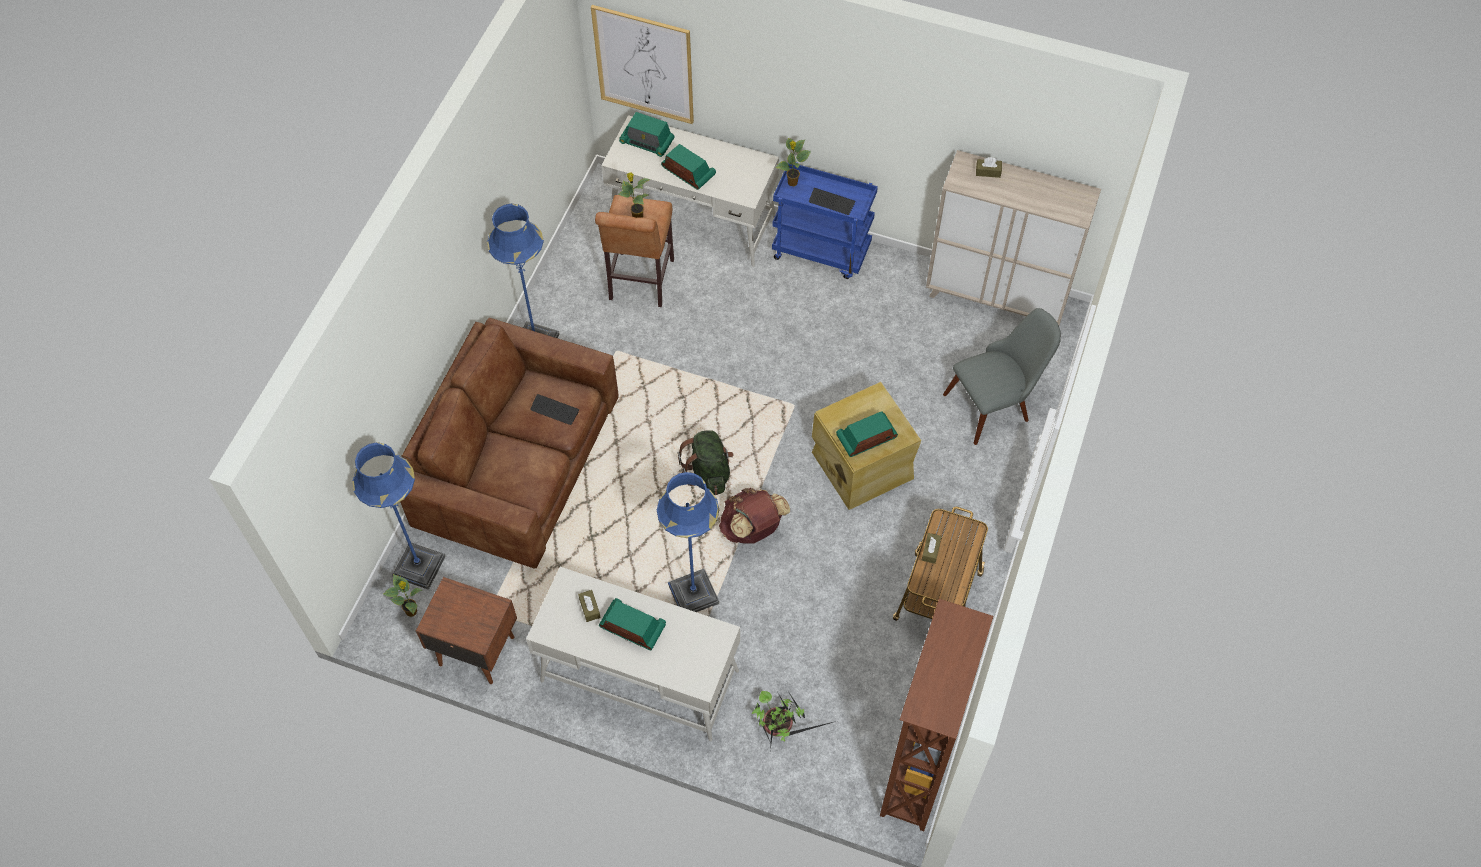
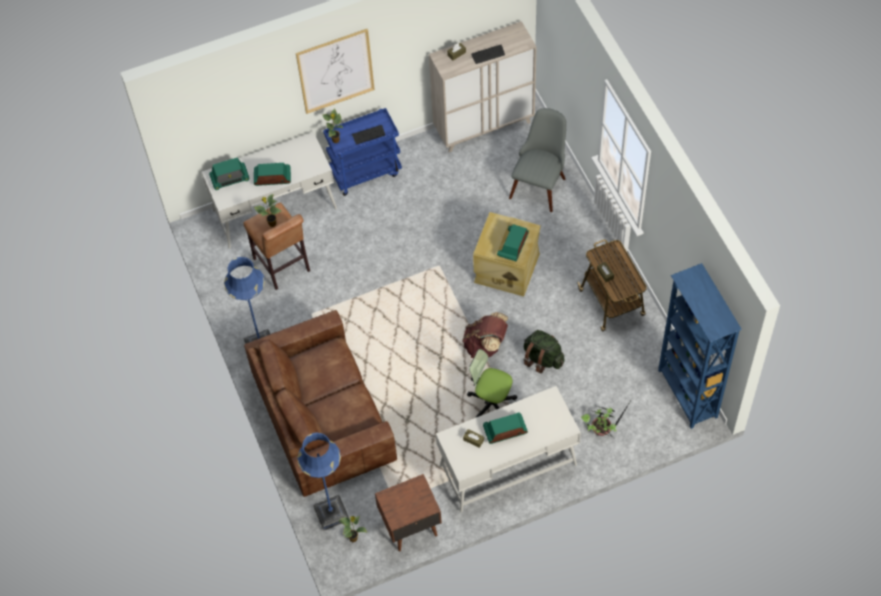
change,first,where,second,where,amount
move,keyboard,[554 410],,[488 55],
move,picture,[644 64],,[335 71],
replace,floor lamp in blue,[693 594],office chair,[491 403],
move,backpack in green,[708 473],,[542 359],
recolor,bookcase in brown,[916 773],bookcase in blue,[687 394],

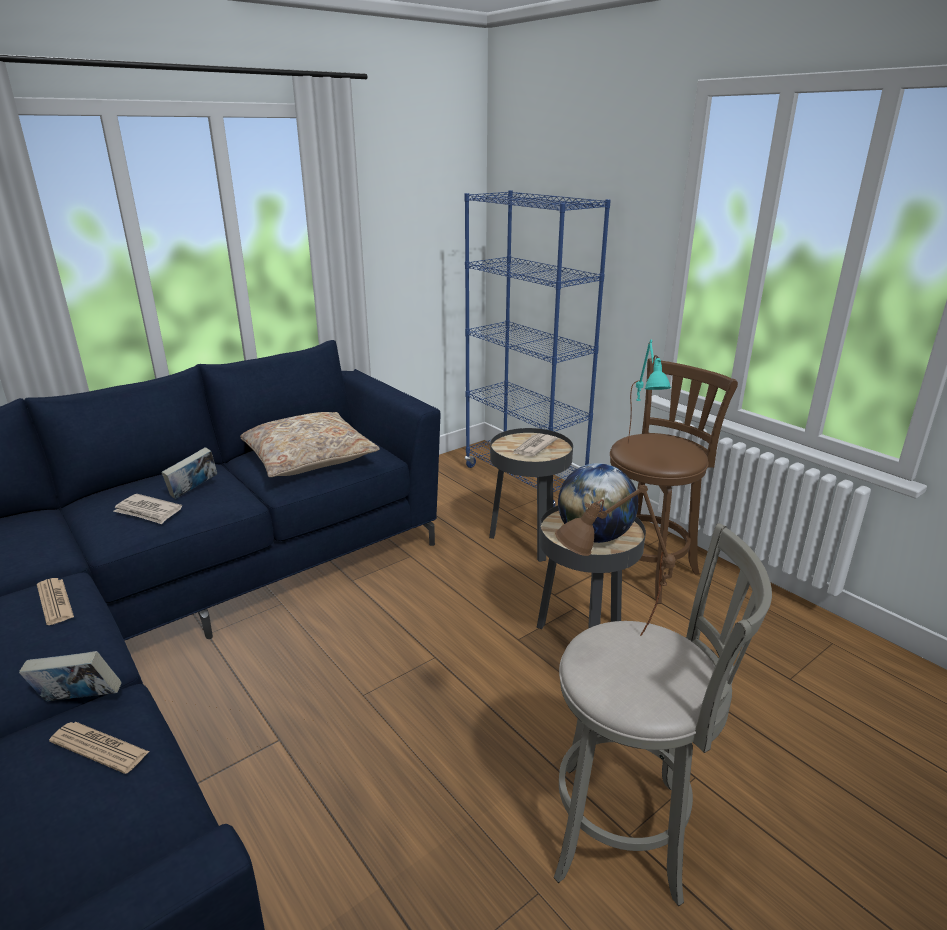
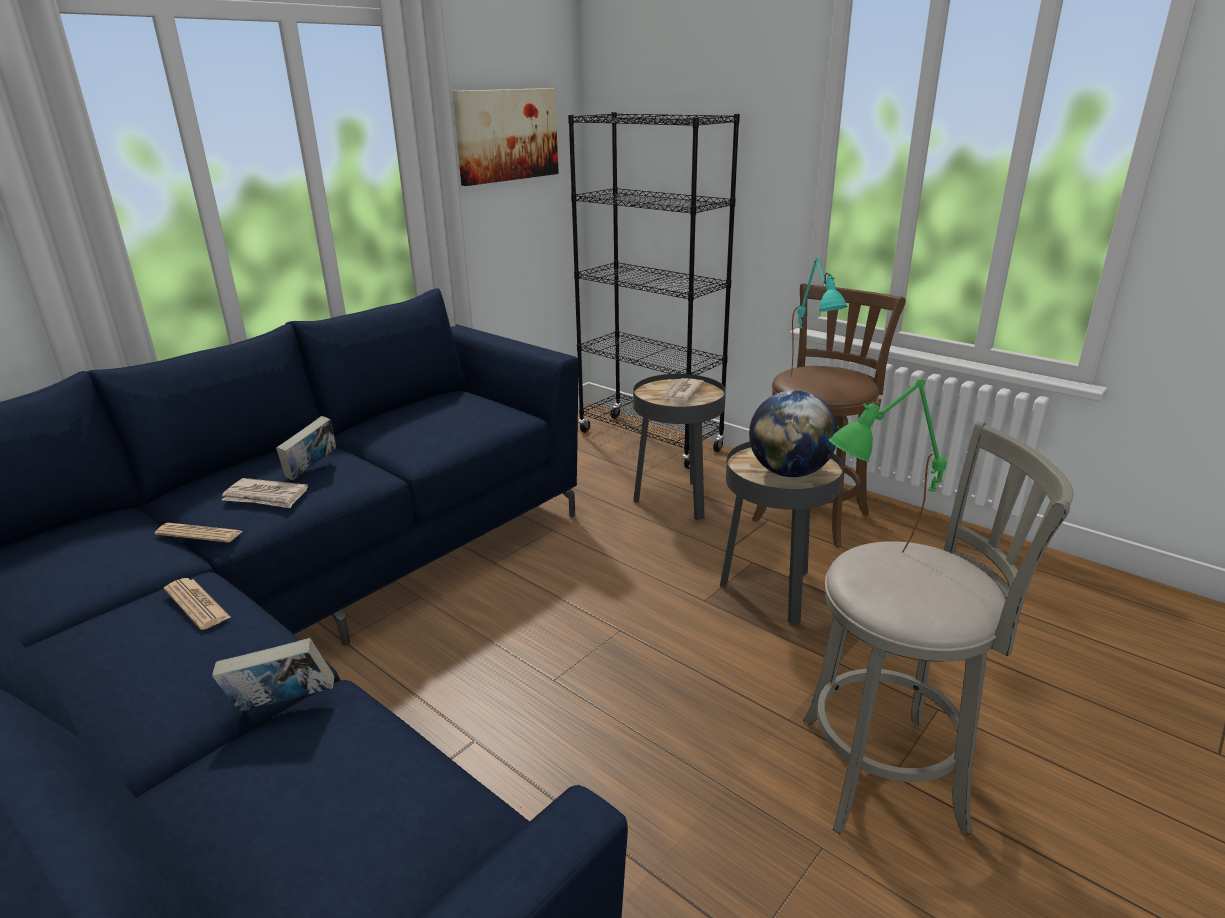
change,first,where,second,where,amount
move,newspaper,[99 747],,[199 533],
delete,pillow in beige,[308 457],,,
recolor,bookcase in blue,[524 481],bookcase in black,[650 441],
recolor,table lamp in brown,[606 647],table lamp in green,[873 567],
insert,,,picture,[506 135],

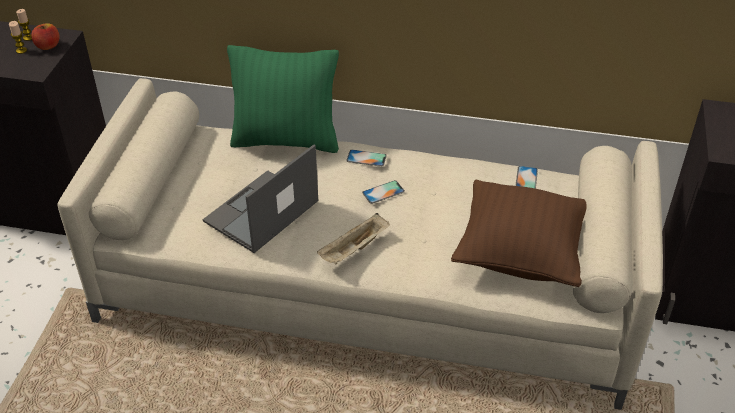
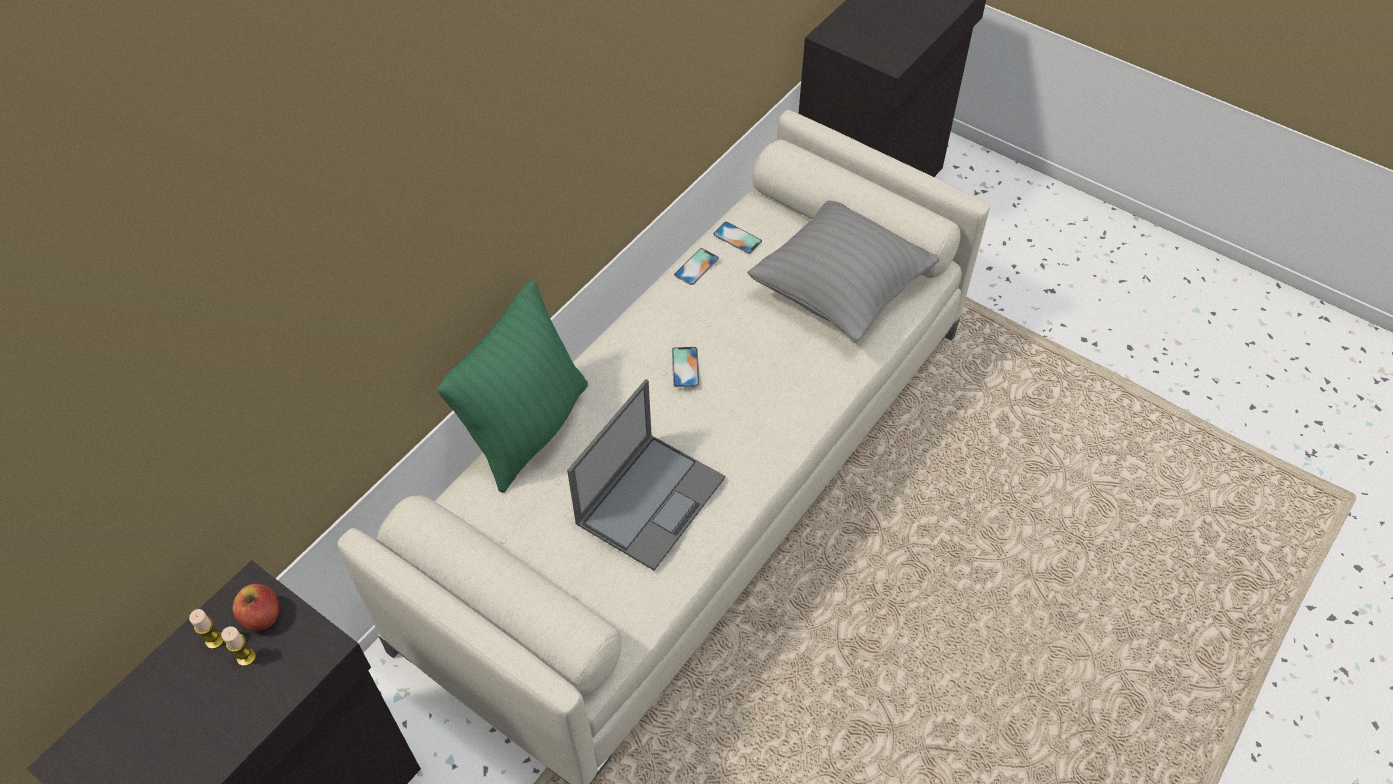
change,first,where,second,where,amount
rotate,laptop,[261 212],,[651 499],120 degrees counterclockwise
delete,tray in beige,[354 249],,,
move,phone,[366 158],,[696 267],
recolor,pillow in brown,[520 254],pillow in grey,[839 292],

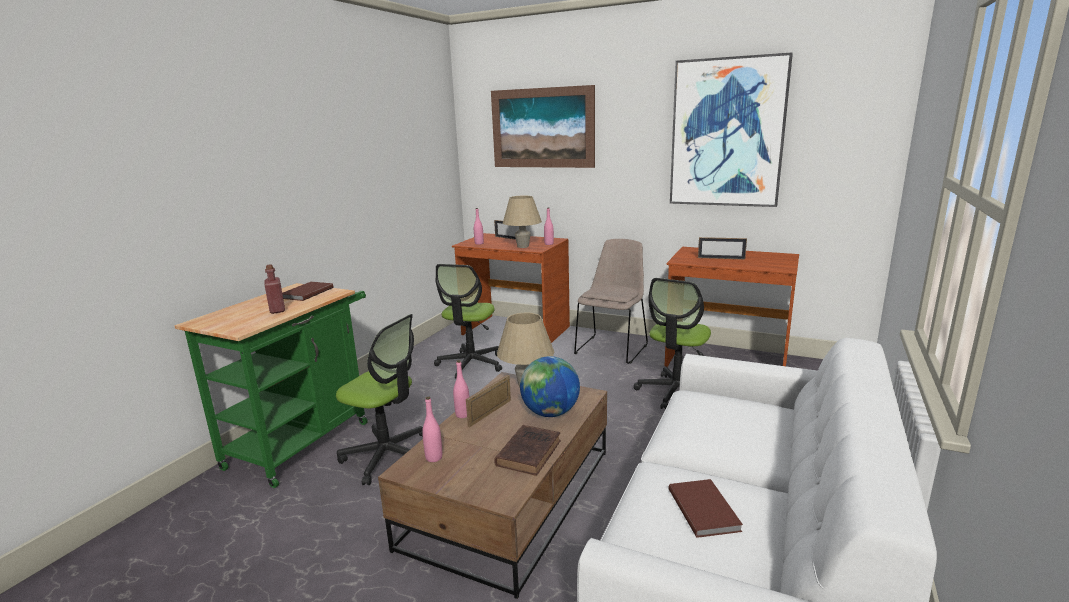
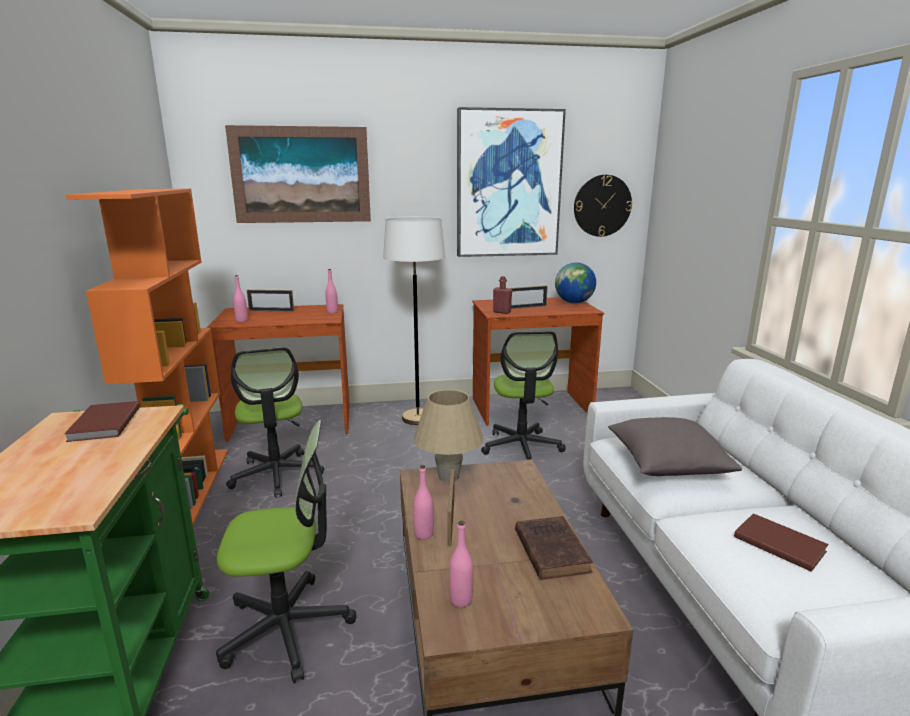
change,first,where,second,where,amount
move,bottle in red,[277 310],,[502 312],
delete,table lamp in beige,[523 246],,,
move,globe,[550 413],,[574 303],
replace,chair in beige,[612 348],floor lamp in white,[418 418],
insert,,,bookcase in orange,[187 488],
insert,,,wall clock,[602 206],
insert,,,pillow in grey,[667 465],

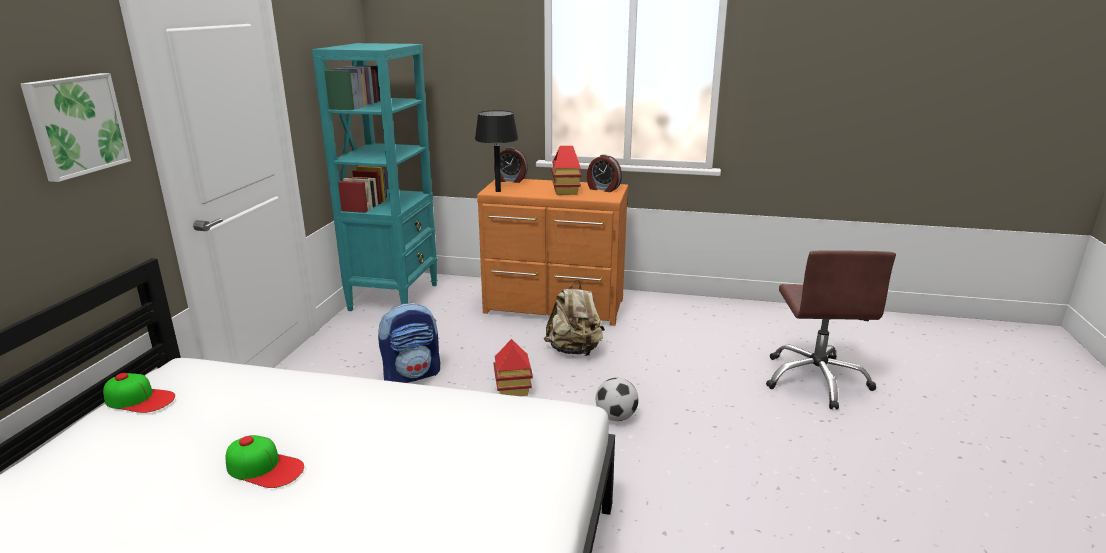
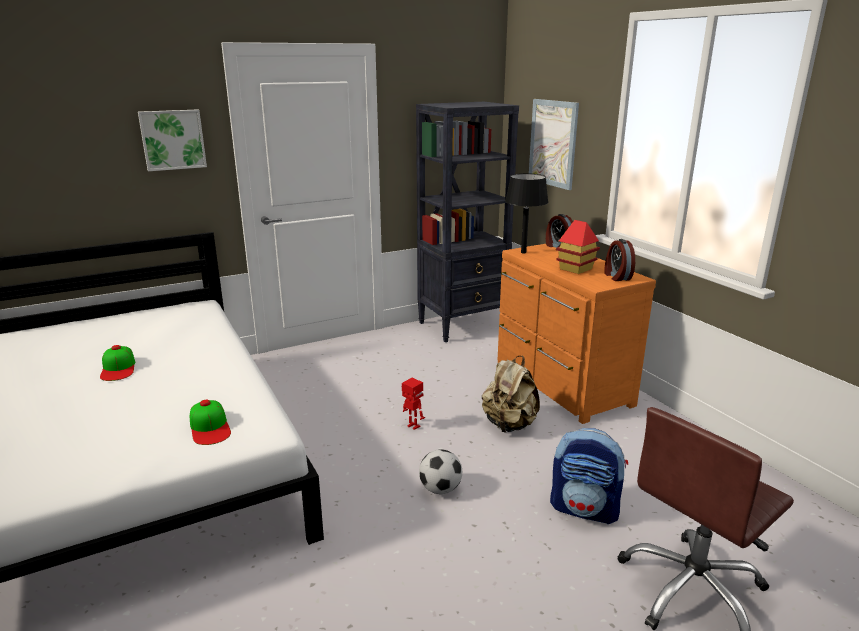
change,first,where,second,where,amount
move,cap,[139 399],,[210 427],
recolor,bookcase in turquoise,[394 297],bookcase in black,[463 325],
move,backpack,[412 375],,[585 509],
replace,toy house,[513 390],toy robot,[413 426],
insert,,,picture,[553 143],

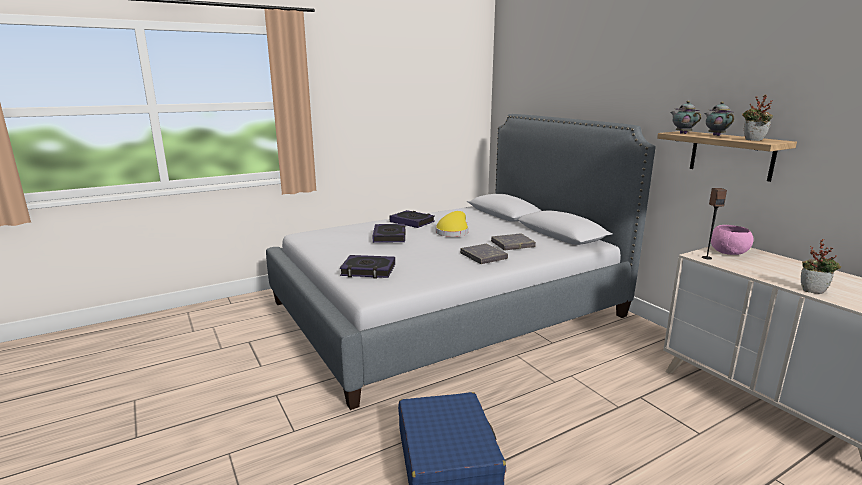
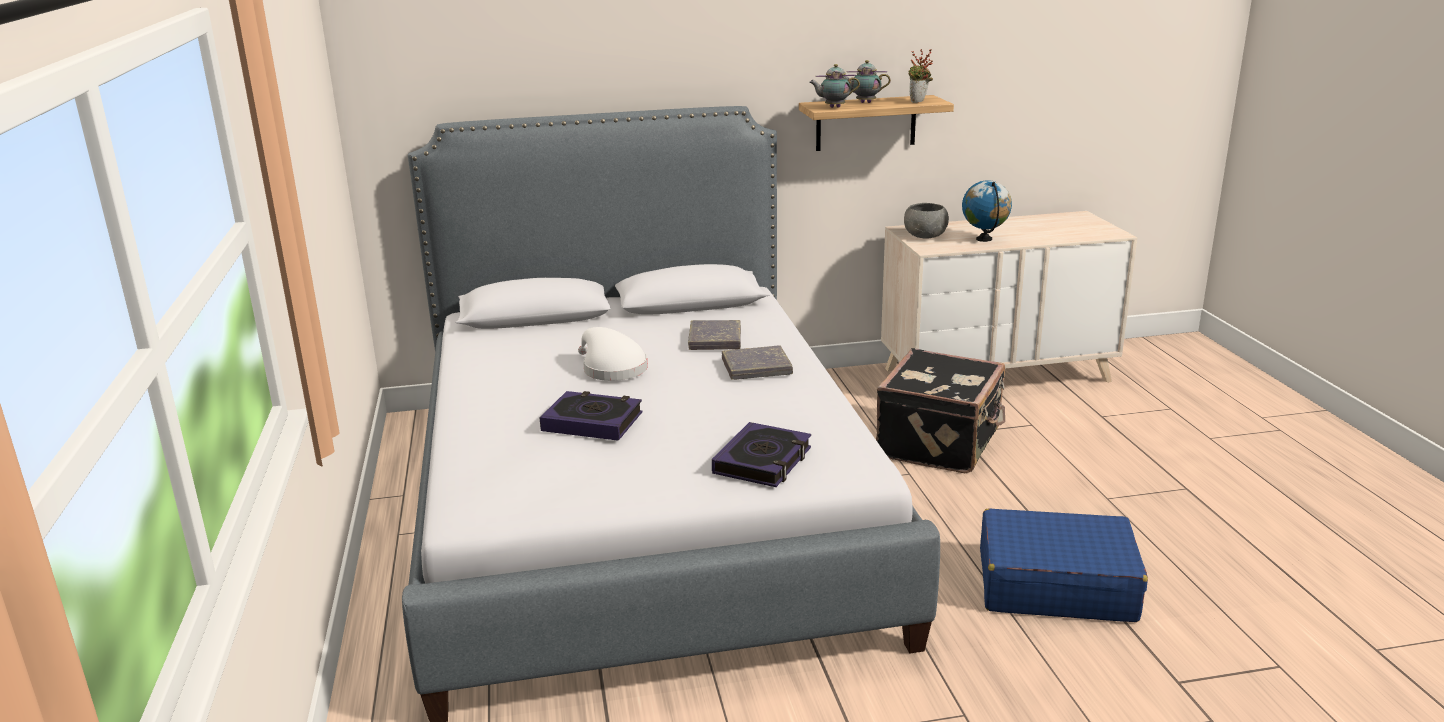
change,first,where,second,where,amount
delete,book,[412 222],,,
recolor,hat in yellow,[453 232],hat in white,[611 368],
delete,speaker,[706 257],,,
recolor,bowl in pink,[728 253],bowl in grey,[925 236],
delete,potted plant,[814 291],,,
insert,,,suitcase in black,[941 443],
insert,,,globe,[984 239],

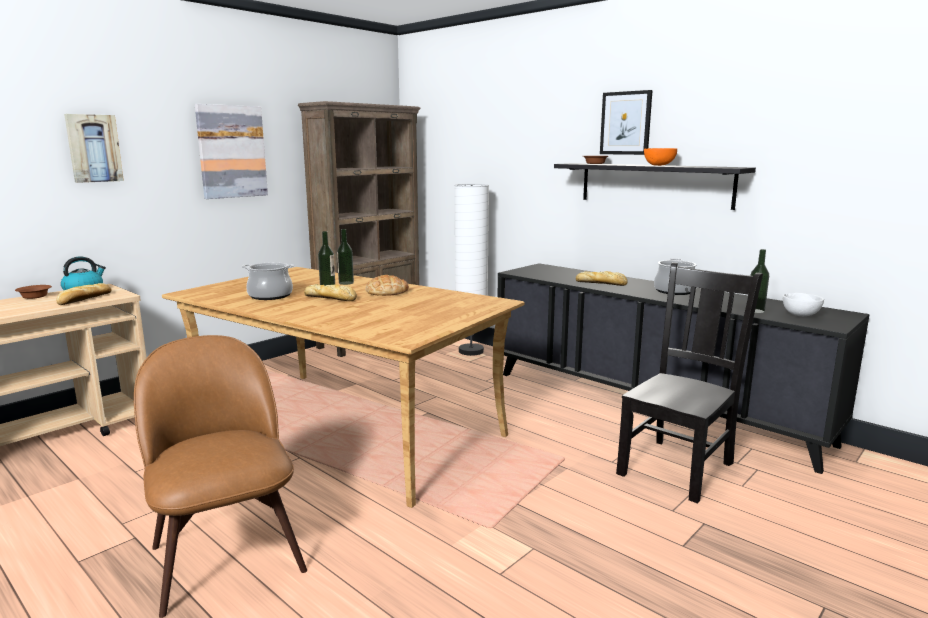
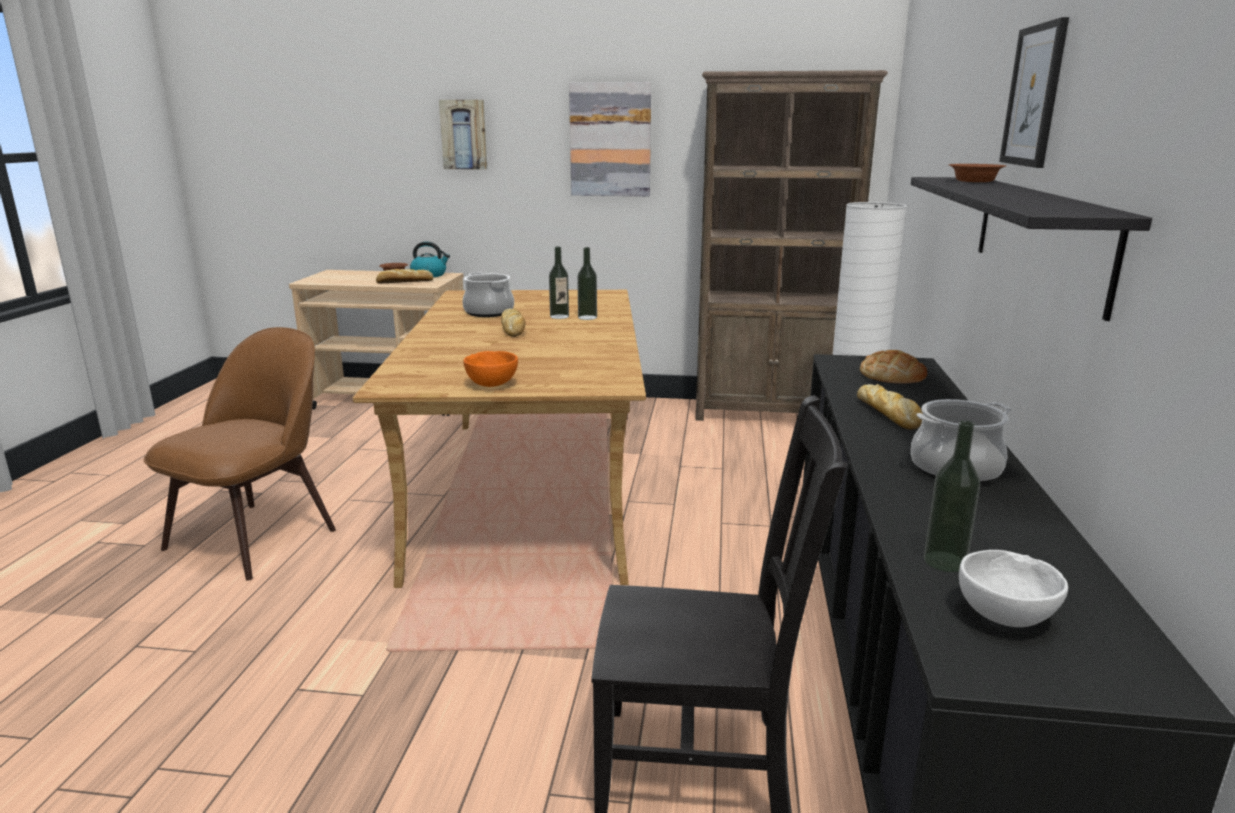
change,first,where,second,where,amount
move,bread,[386 292],,[892 376],
move,bowl in orange,[658 165],,[492 385],

